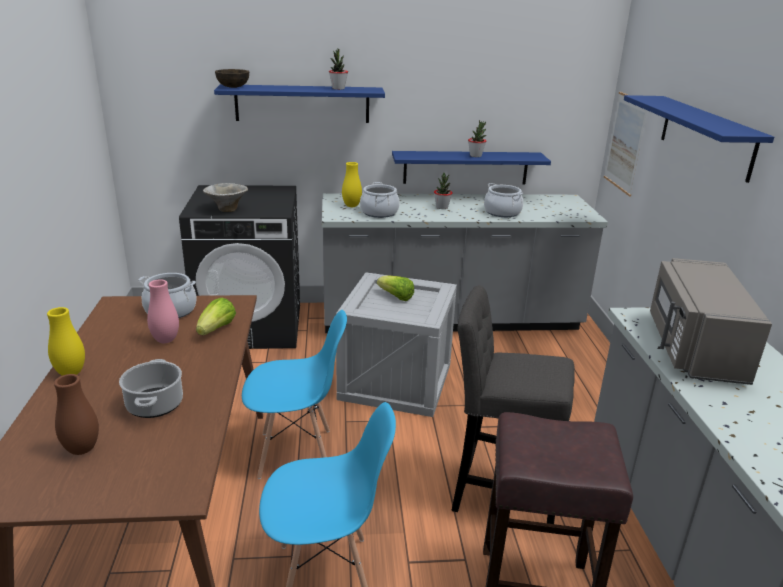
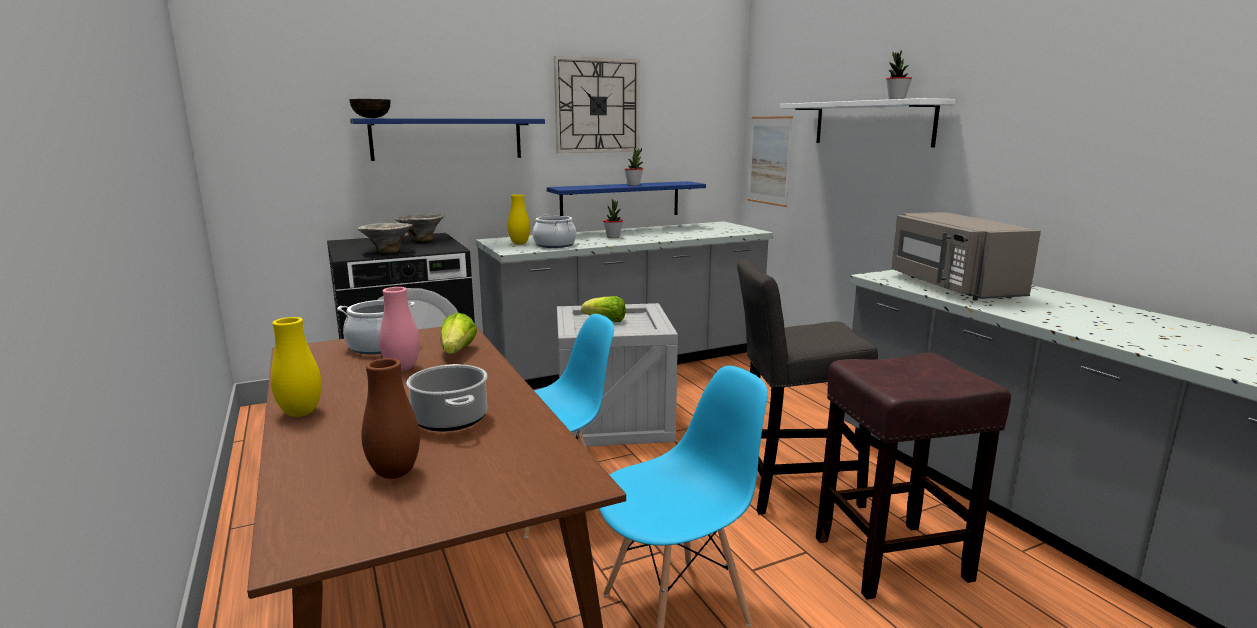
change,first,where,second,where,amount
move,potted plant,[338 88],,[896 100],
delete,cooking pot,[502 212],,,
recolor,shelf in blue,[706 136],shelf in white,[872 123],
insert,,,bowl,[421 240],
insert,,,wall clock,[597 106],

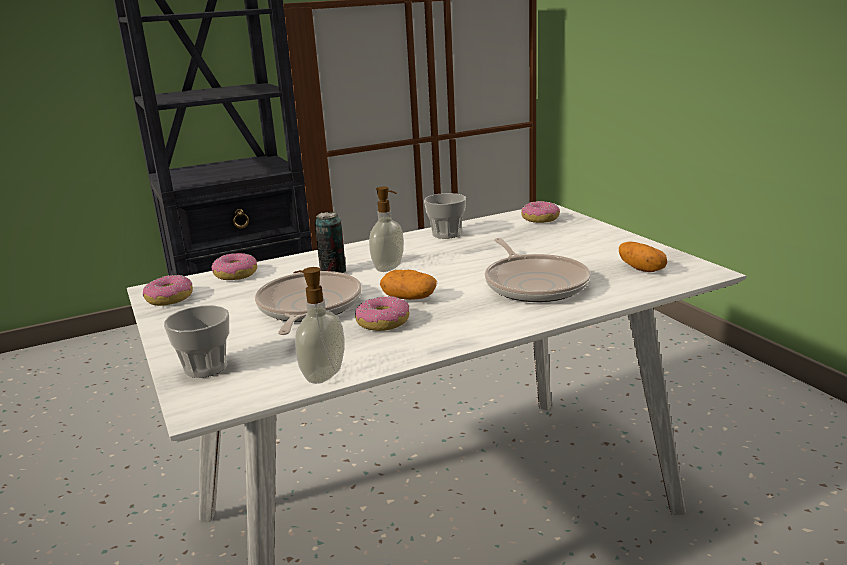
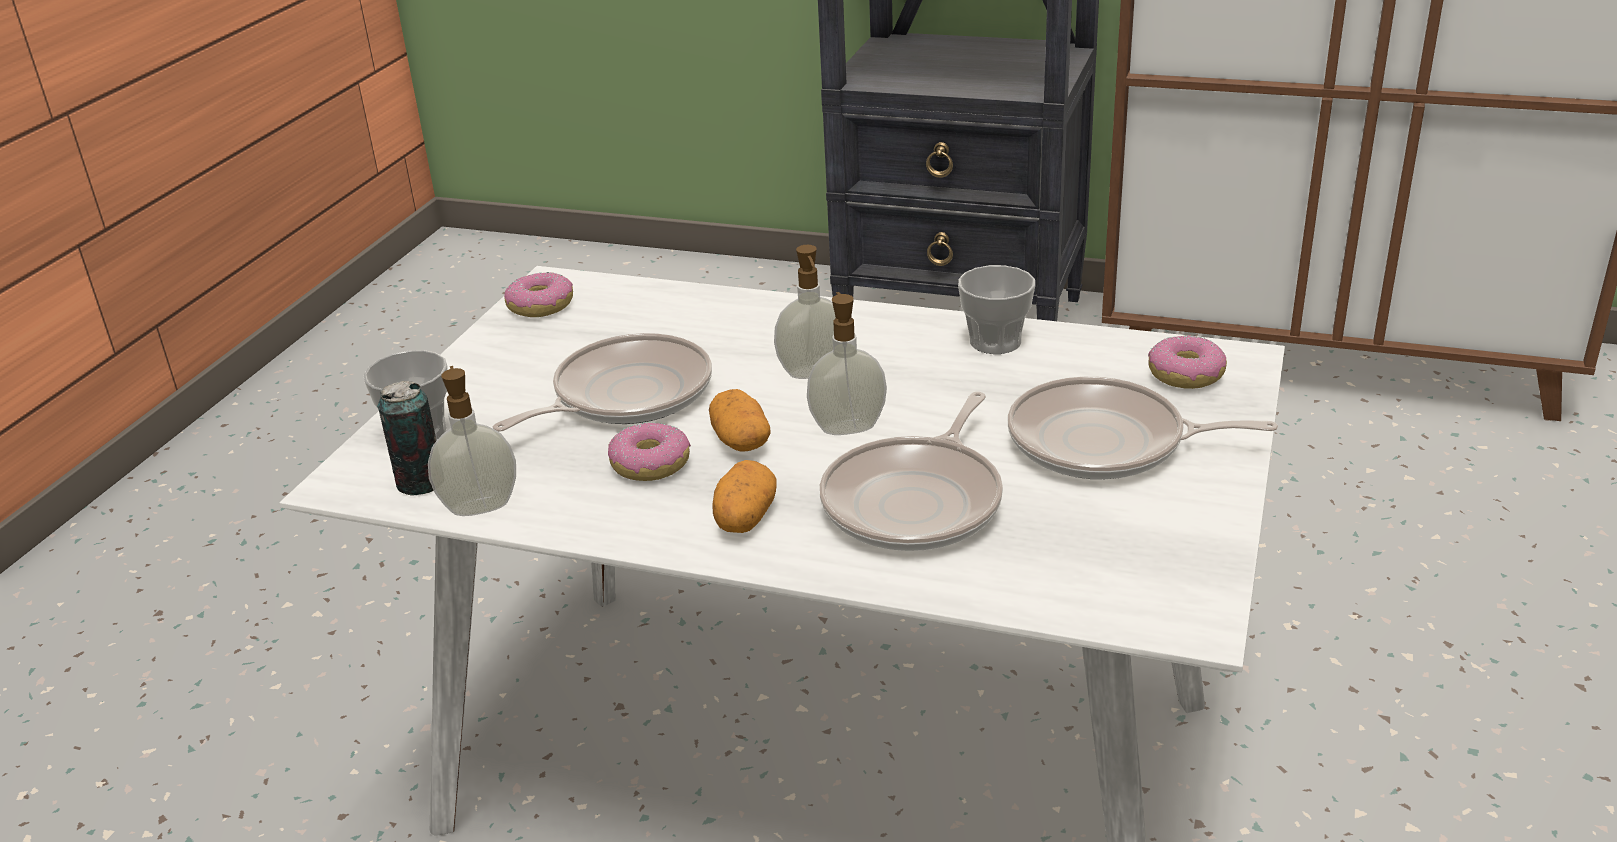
change,first,where,second,where,amount
delete,donut,[235 274],,,
move,can,[333 271],,[420 483],
move,potato,[642 269],,[745 517],
insert,,,soap dispenser,[847 427],
insert,,,frying pan,[1105 443],

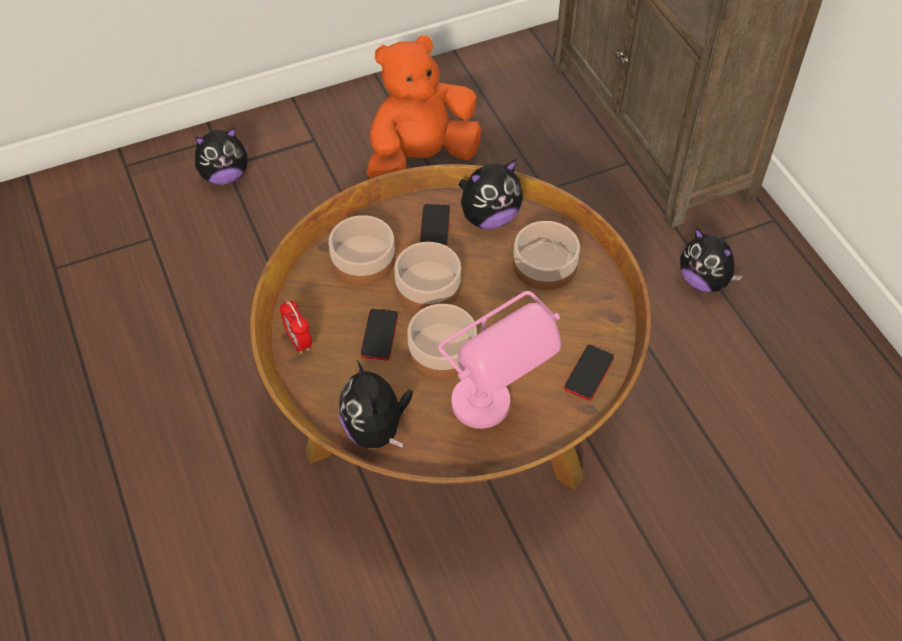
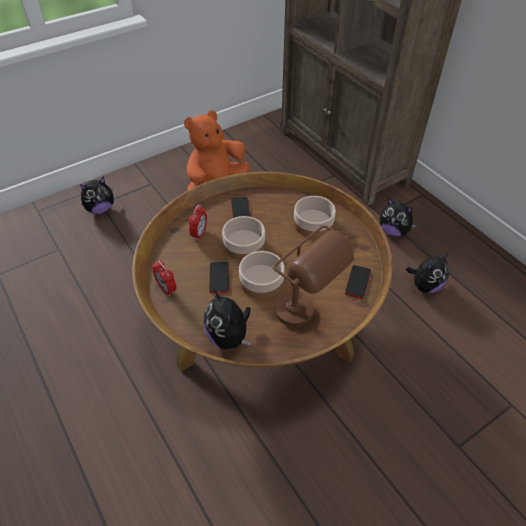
change,first,where,second,where,amount
replace,bowl,[363 258],alarm clock,[199 234],
recolor,table lamp in pink,[495 416],table lamp in brown,[305 317],
move,plush toy,[489 217],,[425 286],

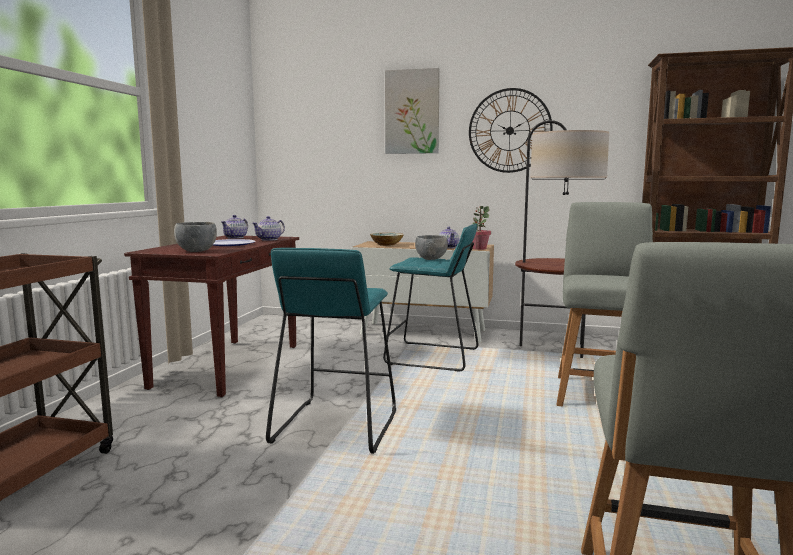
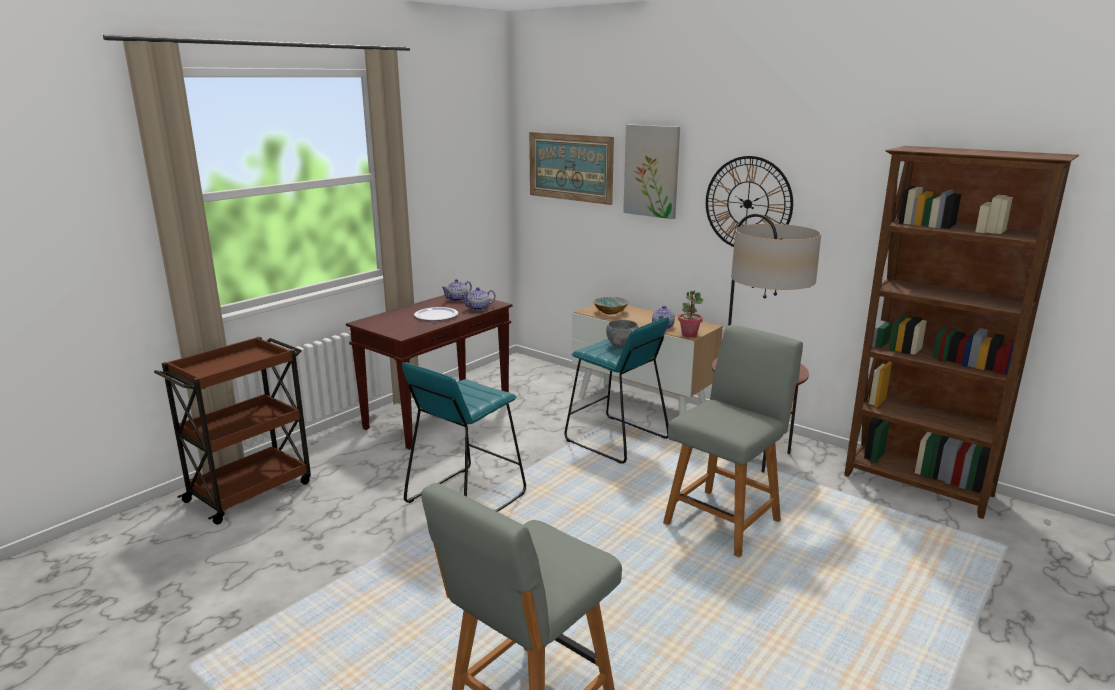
change,first,where,second,where,amount
delete,bowl in grey,[196 251],,,
insert,,,picture,[570 167],

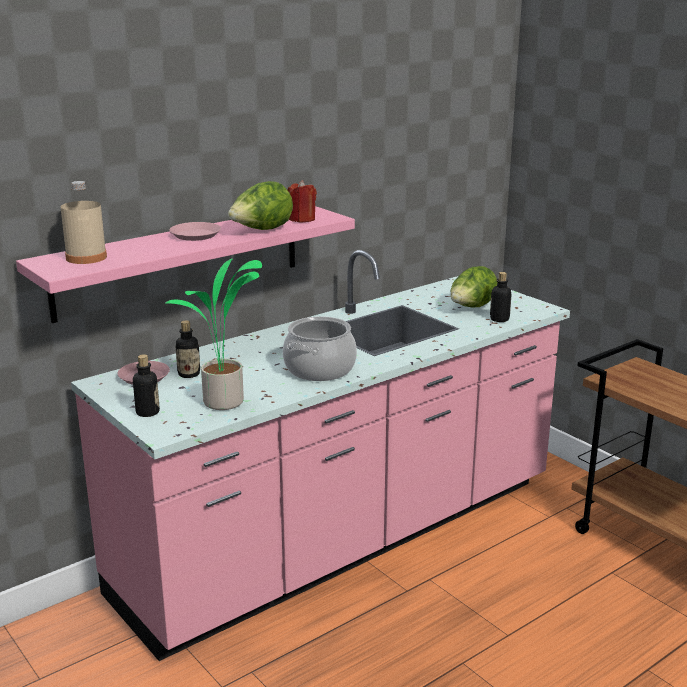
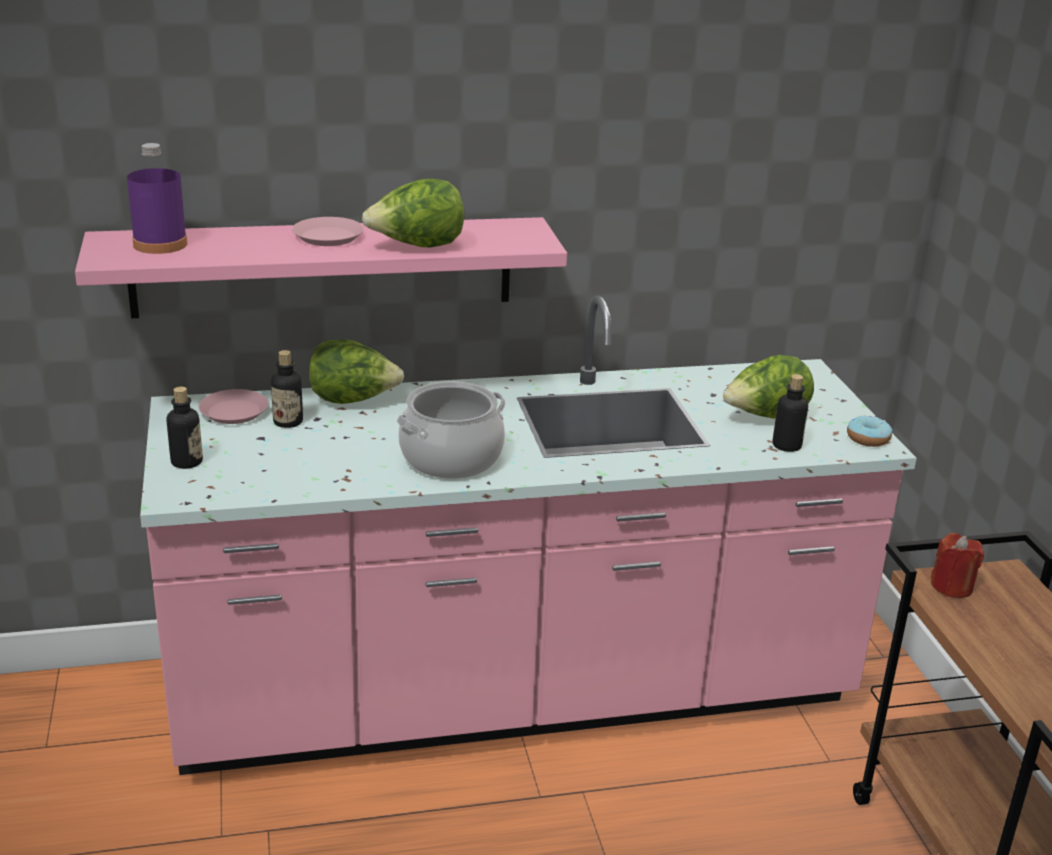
change,first,where,second,where,amount
recolor,bottle in beige,[86 257],bottle in purple,[160 244],
delete,potted plant,[224 403],,,
move,candle in red,[301 219],,[951 586],
insert,,,lettuce,[353 400],
insert,,,donut,[868 439],

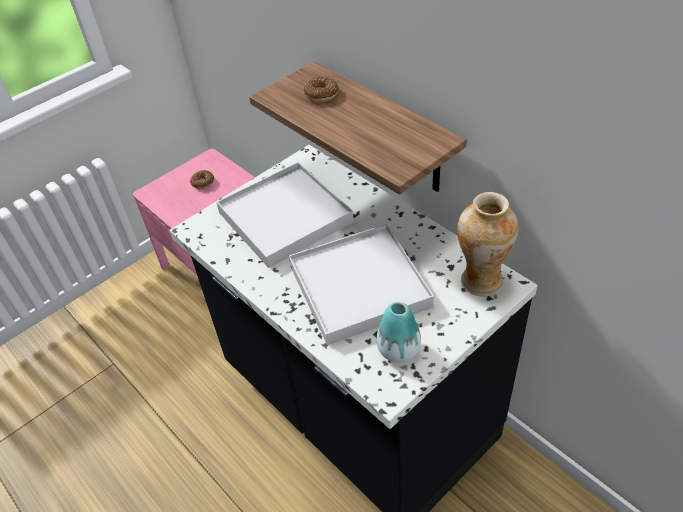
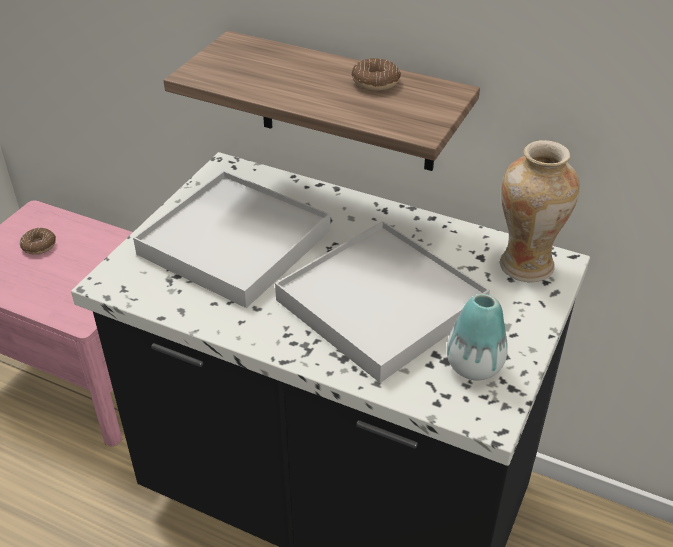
change,first,where,second,where,amount
move,donut,[321 94],,[375 82],

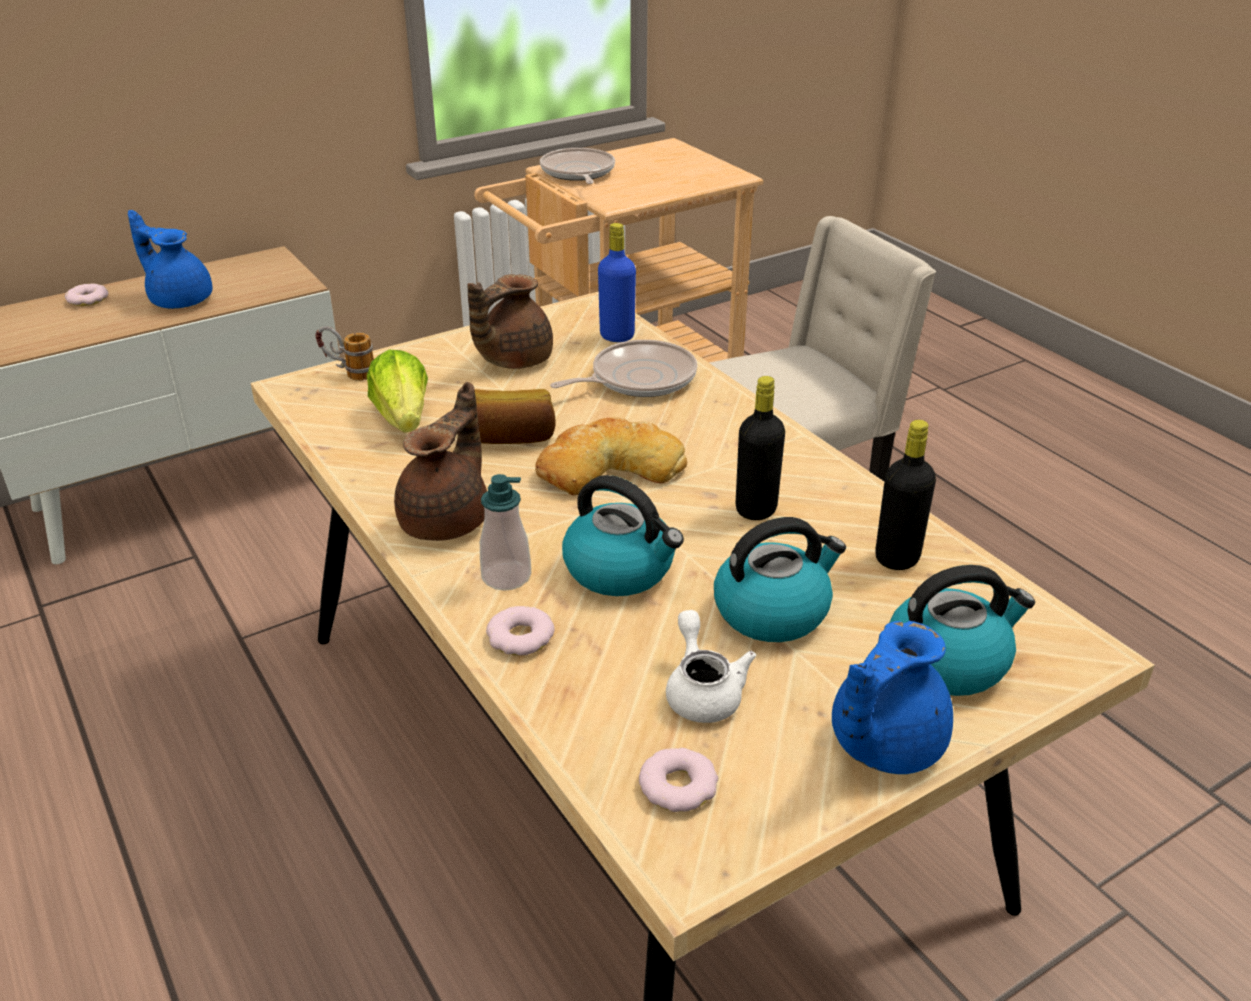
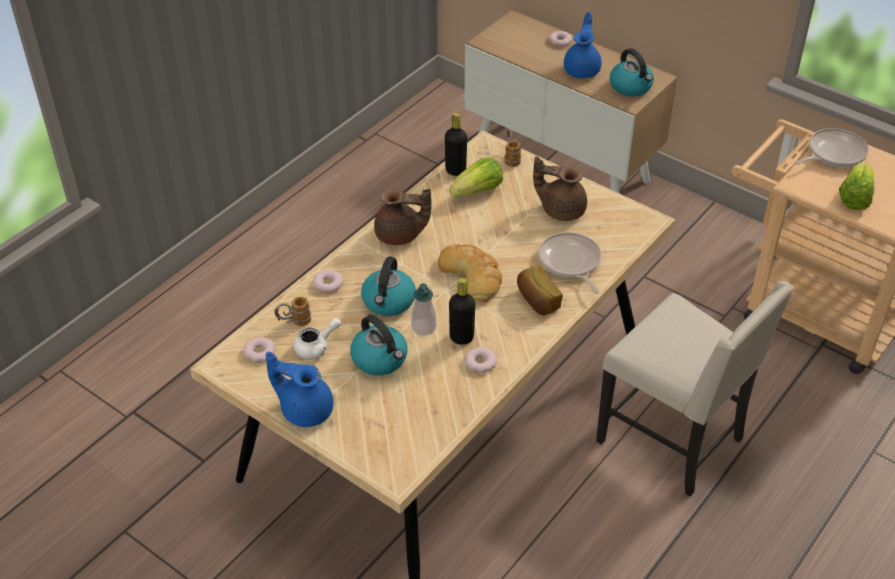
change,first,where,second,where,amount
move,bread,[511 438],,[537 300],
move,soap dispenser,[506 576],,[423 327],
rotate,frying pan,[638 379],,[570 263],150 degrees counterclockwise
delete,bottle in blue,[617 336],,,
move,bottle in black,[897 558],,[455 170],
move,kettle,[948 661],,[631 87],
insert,,,mug,[294 323],
insert,,,donut,[480 362],
insert,,,lettuce,[854 197],

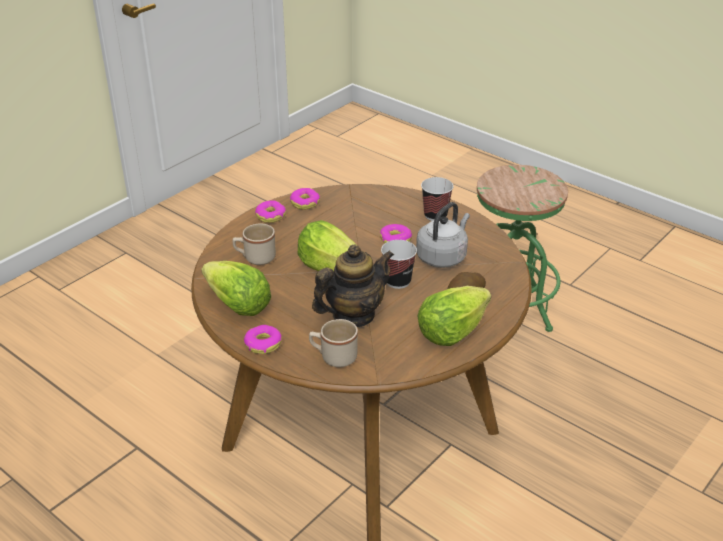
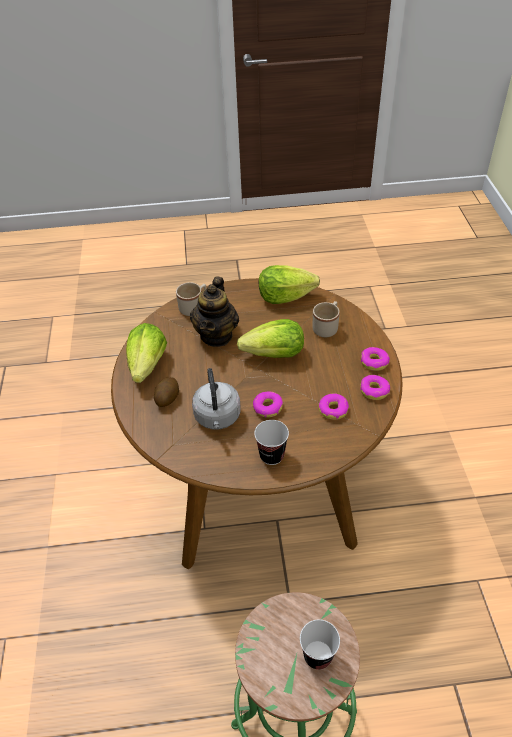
change,first,where,second,where,amount
move,donut,[263 344],,[333 410],
move,cup,[398 281],,[318 656],

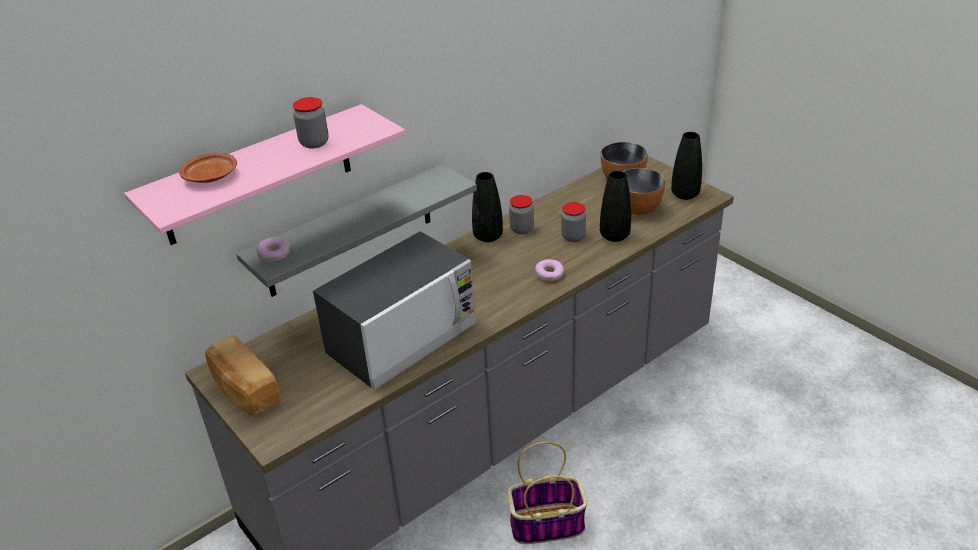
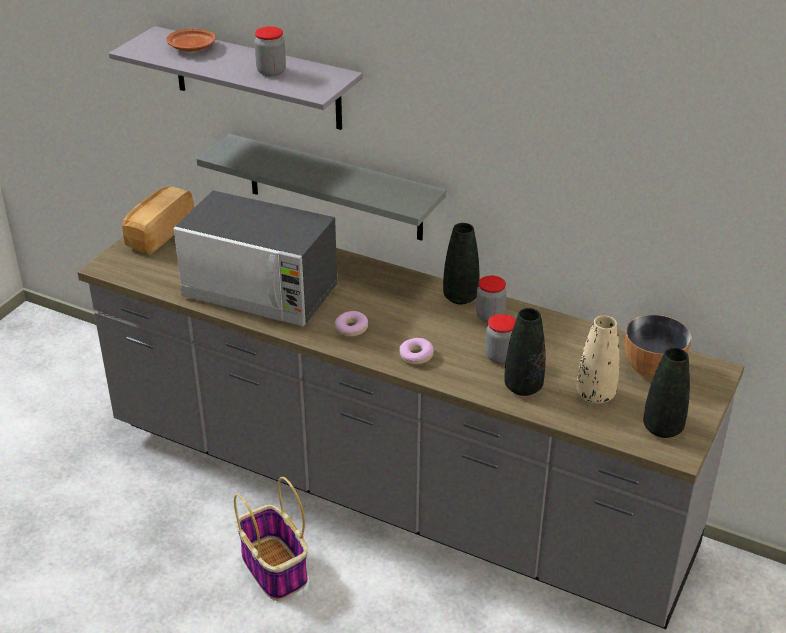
change,first,where,second,where,amount
recolor,shelf in pink,[258 175],shelf in grey,[257 78],
move,donut,[274 254],,[351 328],
replace,bowl,[638 209],vase in beige,[595 395],

